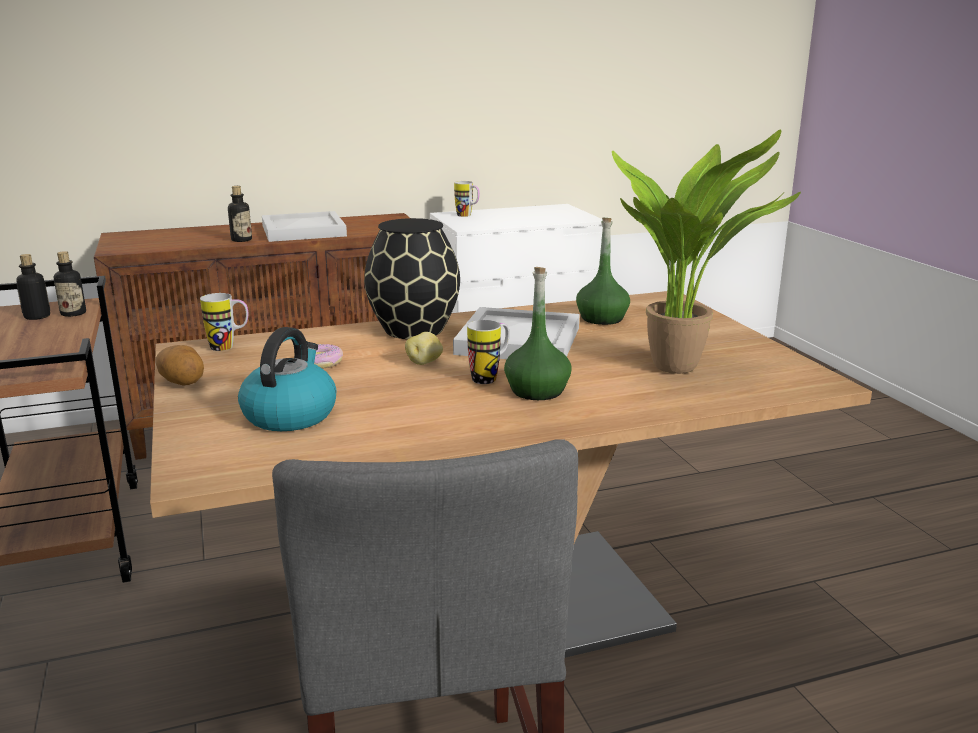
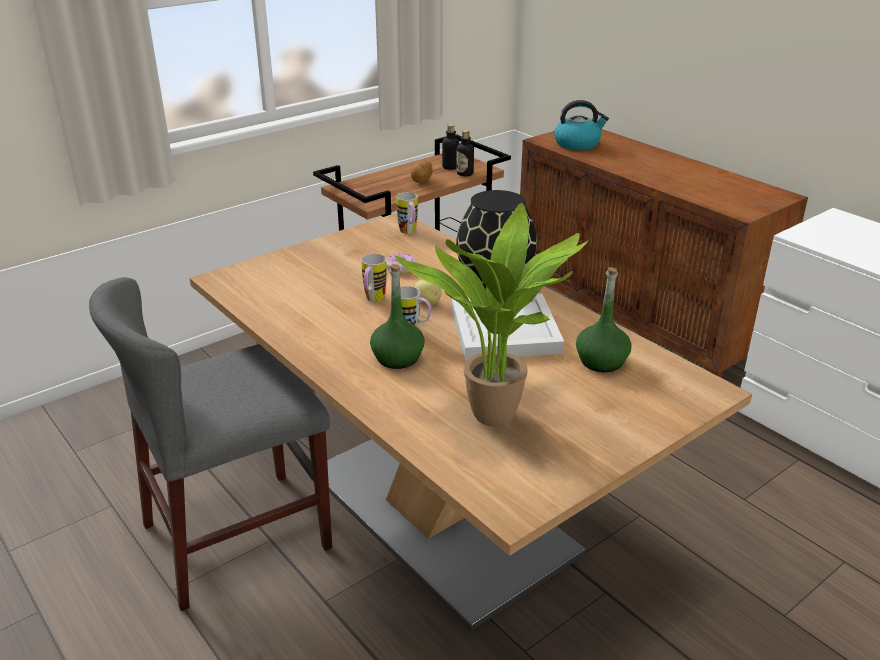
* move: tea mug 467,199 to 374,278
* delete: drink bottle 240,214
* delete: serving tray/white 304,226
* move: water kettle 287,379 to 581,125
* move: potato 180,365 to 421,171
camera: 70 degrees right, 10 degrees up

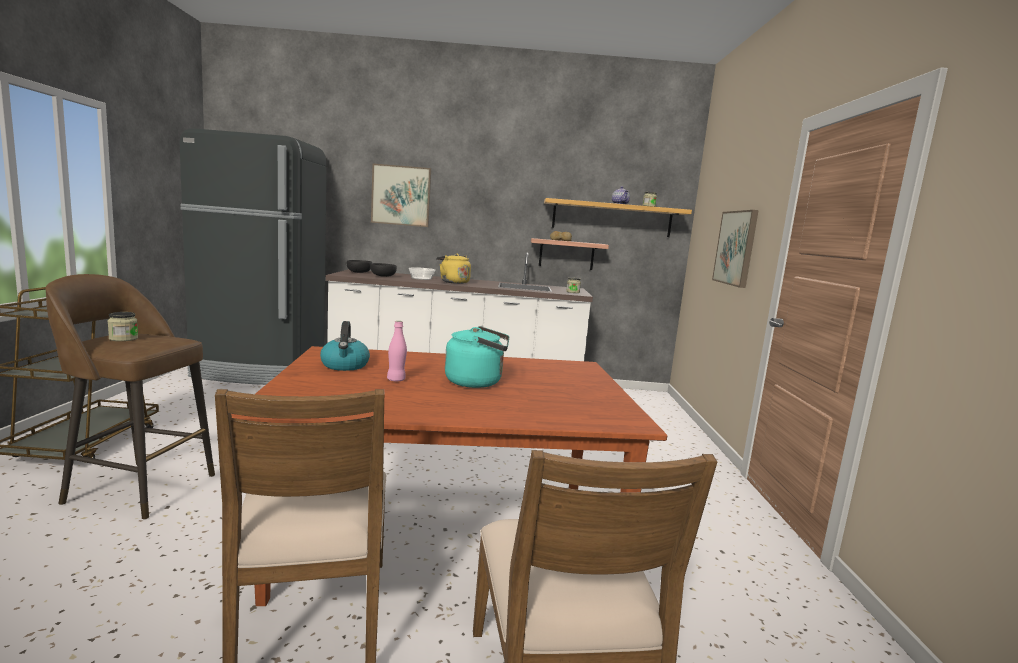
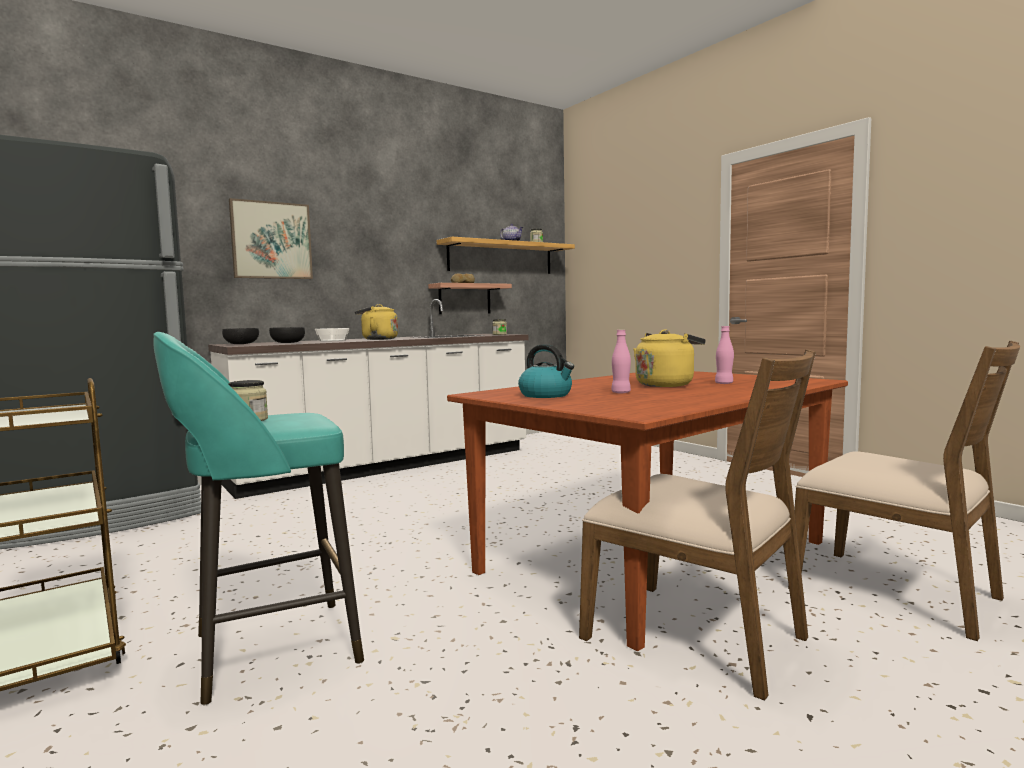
* delete: wall art 735,249
* recolor: stool seat/brown-coloured 130,397 to stool seat/turquoise-coloured 258,518
* recolor: water kettle/turquoise-coloured 477,357 to water kettle/yellow 669,358
* insert: drink bottle/pinkish 724,355
camera: 35 degrees left, 5 degrees down

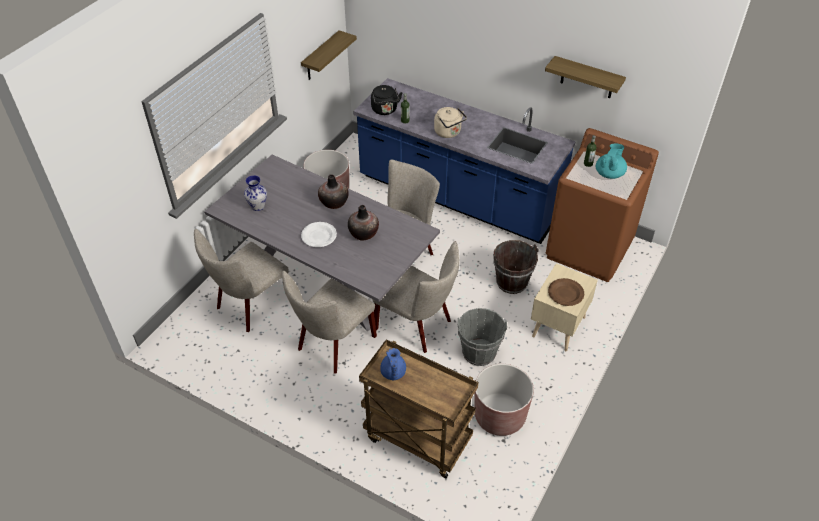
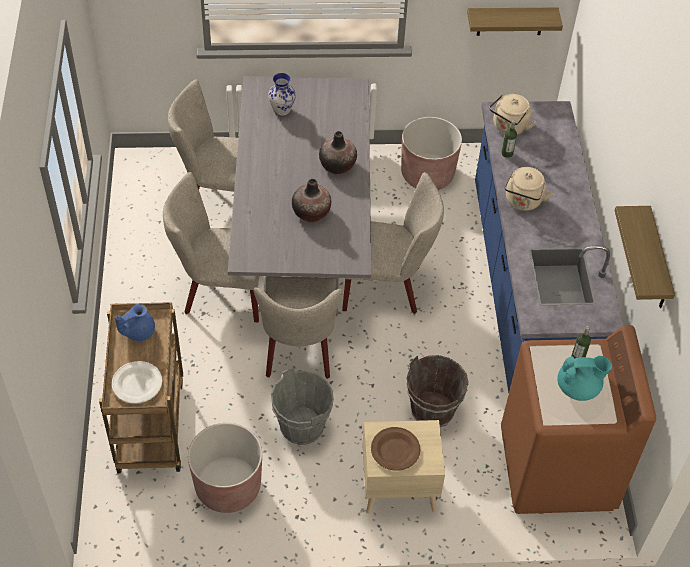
* recolor: water kettle/blackish 386,100 to water kettle/sand-coloured 512,114
* move: flat dish/white 319,234 to 137,382
camera: 55 degrees right, 5 degrees up

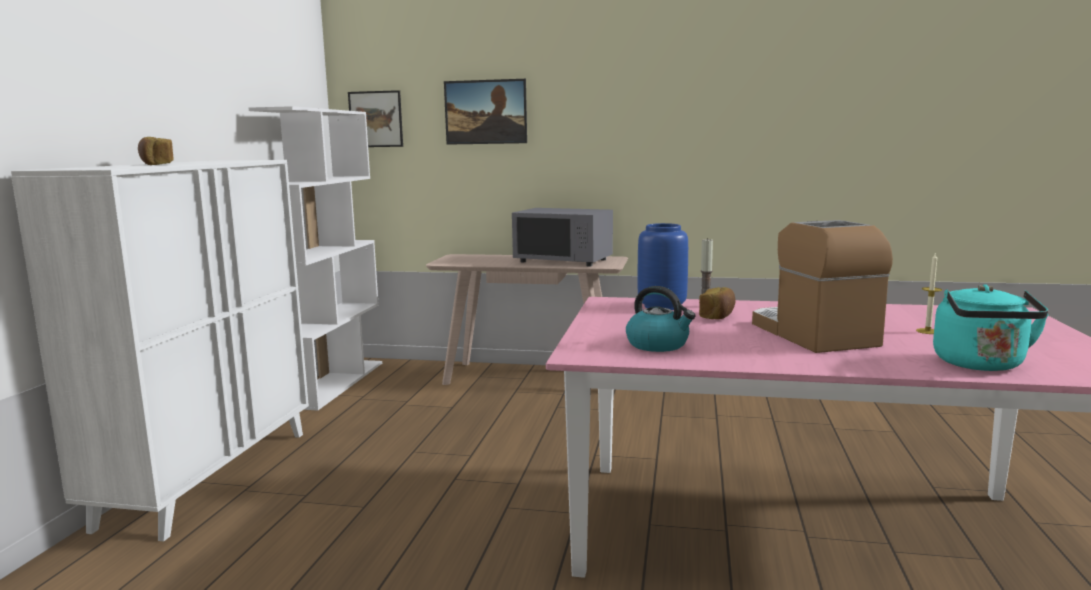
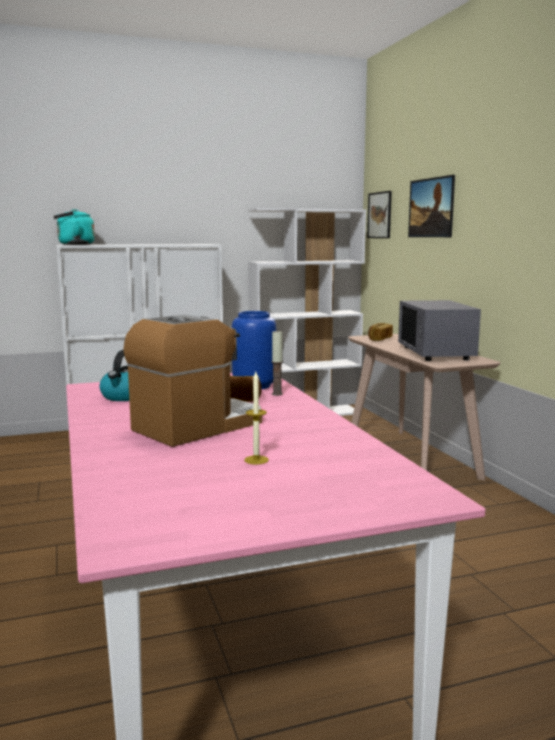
* move: baked bread 155,151 to 380,332
* move: water kettle/turquoise-coloured 990,327 to 74,227
camera: 60 degrees right, 0 degrees up

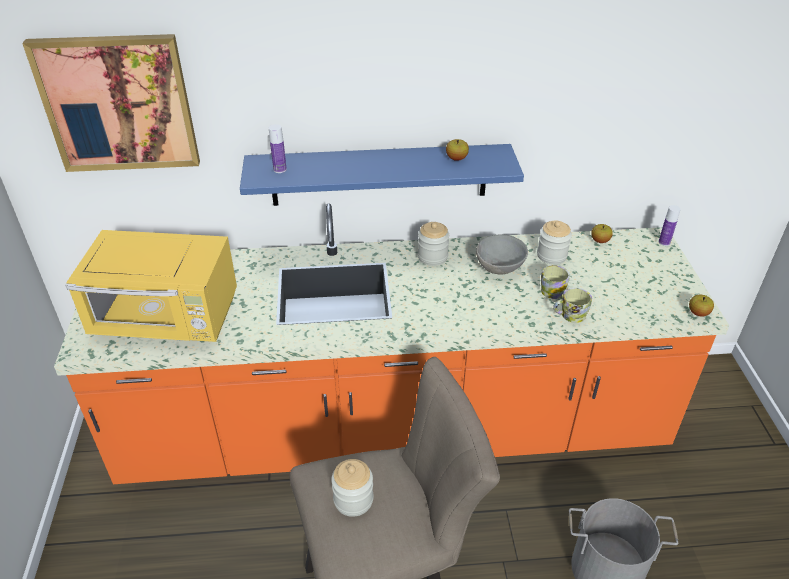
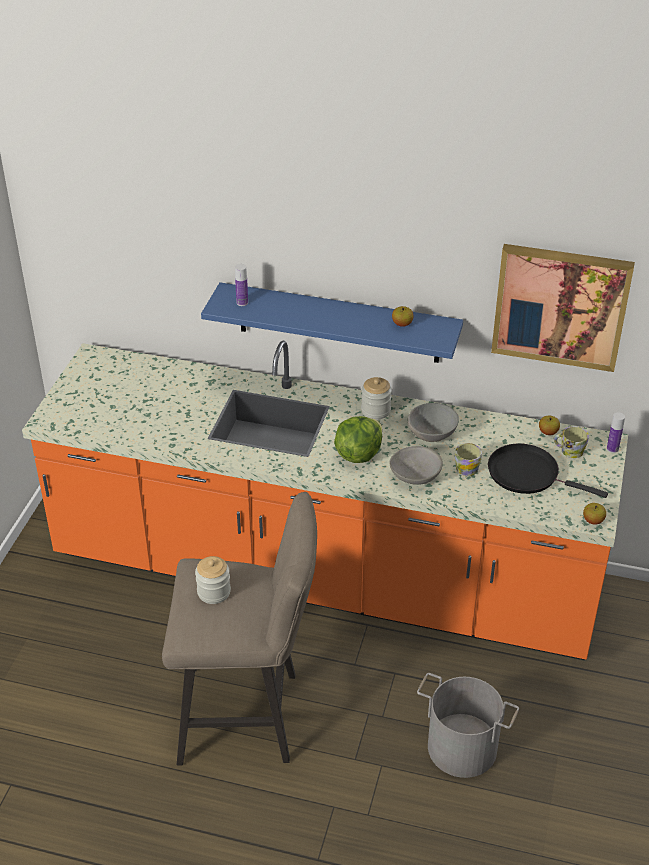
* move: wall art 111,103 to 563,308
* delete: storage jar 554,242
* delete: kitchen microwave/yellow 151,286
* move: tea mug 572,305 to 571,442
* insert: head of lettuce 358,439
* insert: pan/blackish 548,470
* insert: bowl/greyish 416,465
camera: 20 degrees right, 0 degrees up

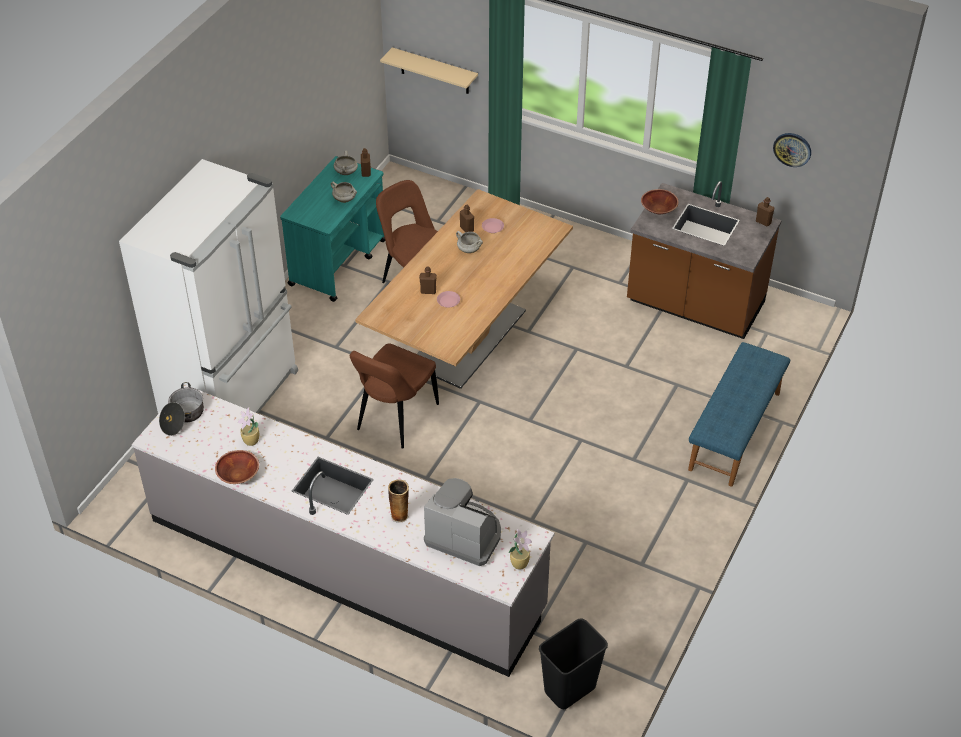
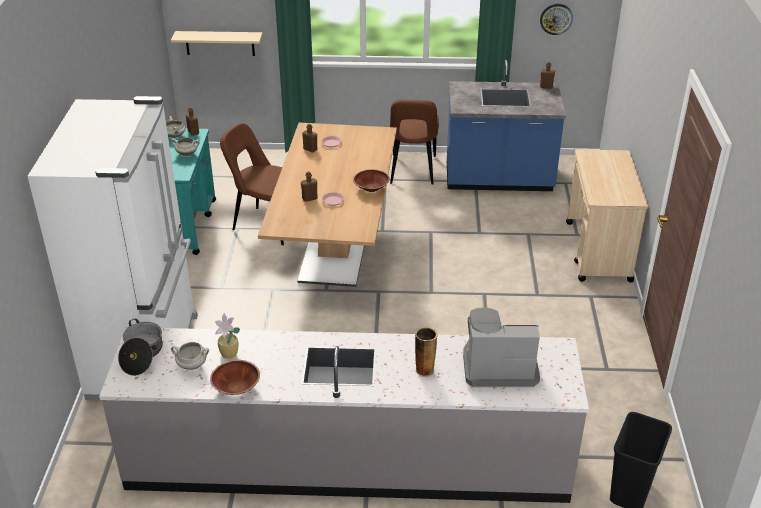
* recolor: counter/brown-coloured 704,260 to counter/blue 506,125
* move: bowl/brown-coloured 660,201 to 371,180
* move: cooking pot/white 469,242 to 190,356
* replace: indoor bench/blue 739,414 to cart/sand-coloured 607,215
* move: plain chair/brown-coloured 394,396 to 414,141
* delete: houseplant 520,549
camera: 25 degrees left, 10 degrees down

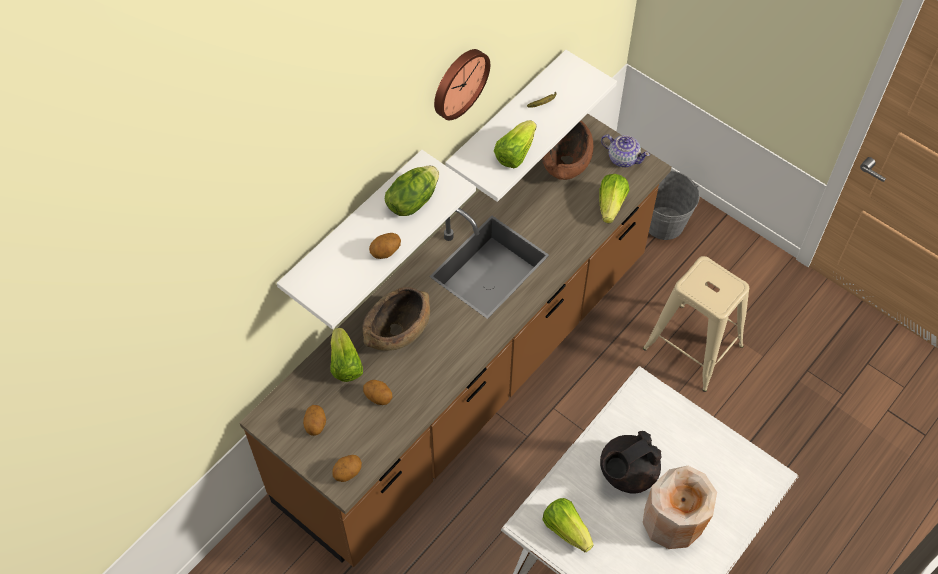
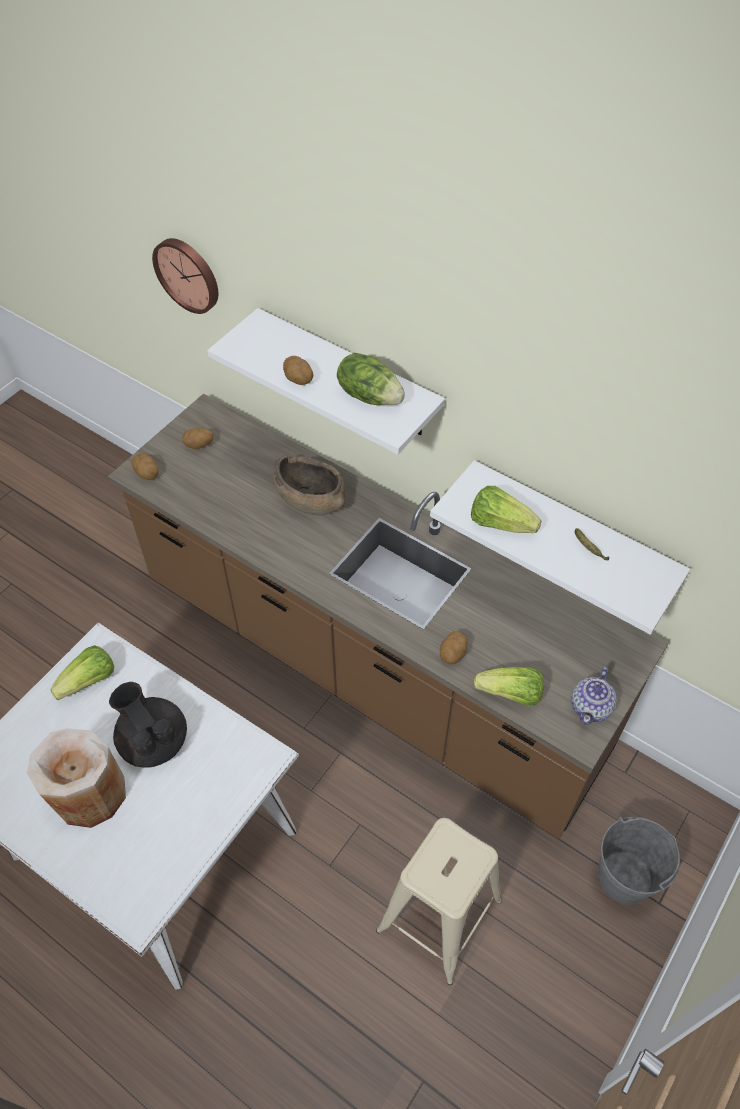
* move: wall clock 462,84 to 185,276
* delete: bowl/brown-coloured 567,150
* delete: head of lettuce 346,355
* move: potato 377,392 to 454,647
camera: 85 degrees right, 5 degrees down

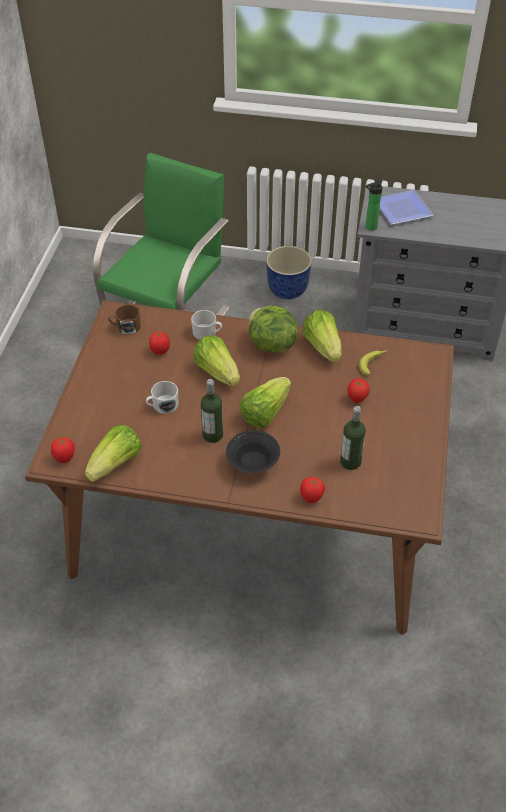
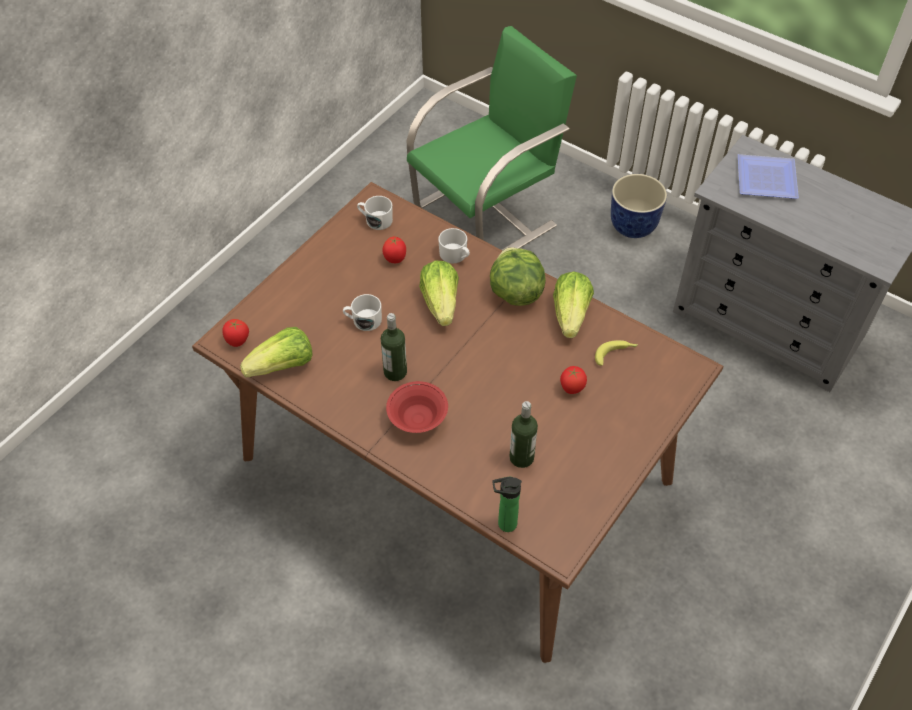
* move: drink bottle 373,206 to 507,504
* recolor: tea mug/brown-coloured 124,320 to tea mug/white 375,213
* delete: head of lettuce 265,402
* recolor: bowl/blackish 253,451 to bowl/red-coloured 417,407
* delete: tomato 312,490
camera: 25 degrees right, 5 degrees up

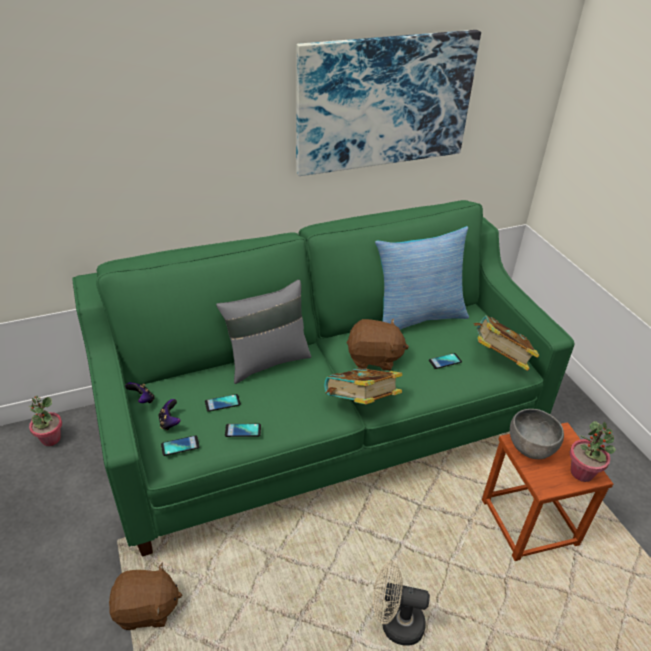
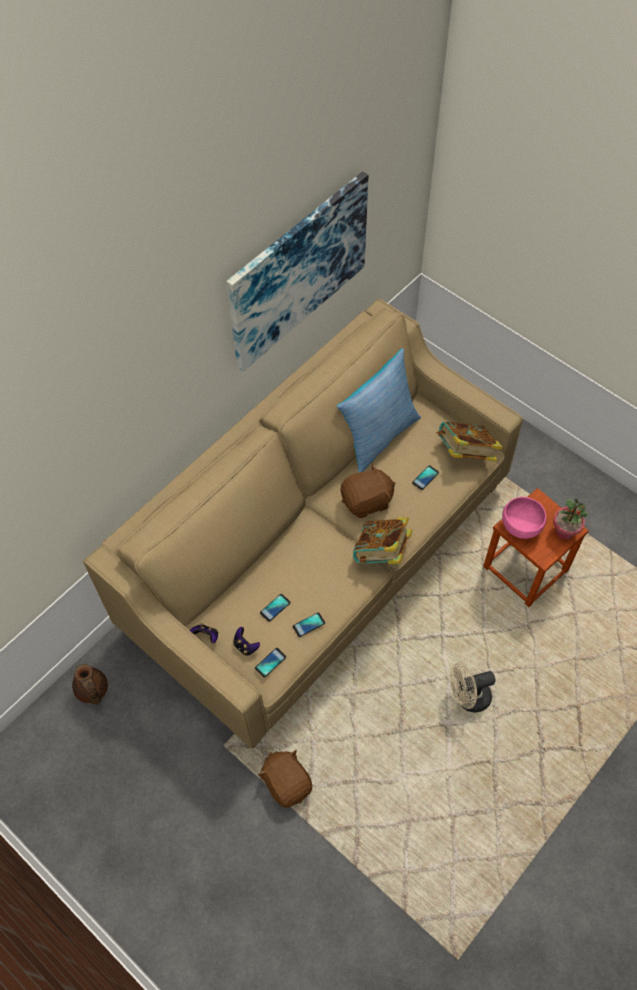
* recolor: settee/green 323,378 to settee/sand-coloured 303,524
* delete: cushion/greyish 263,332
* replace: houseplant 45,421 to teapot/brown-coloured 90,684
* recolor: bowl/greyish 537,434 to bowl/pinkish 524,518
* rotate: cuddly toy/brown-coloured 145,596 = 285,779 90 degrees counterclockwise
camera: 25 degrees left, 20 degrees up

